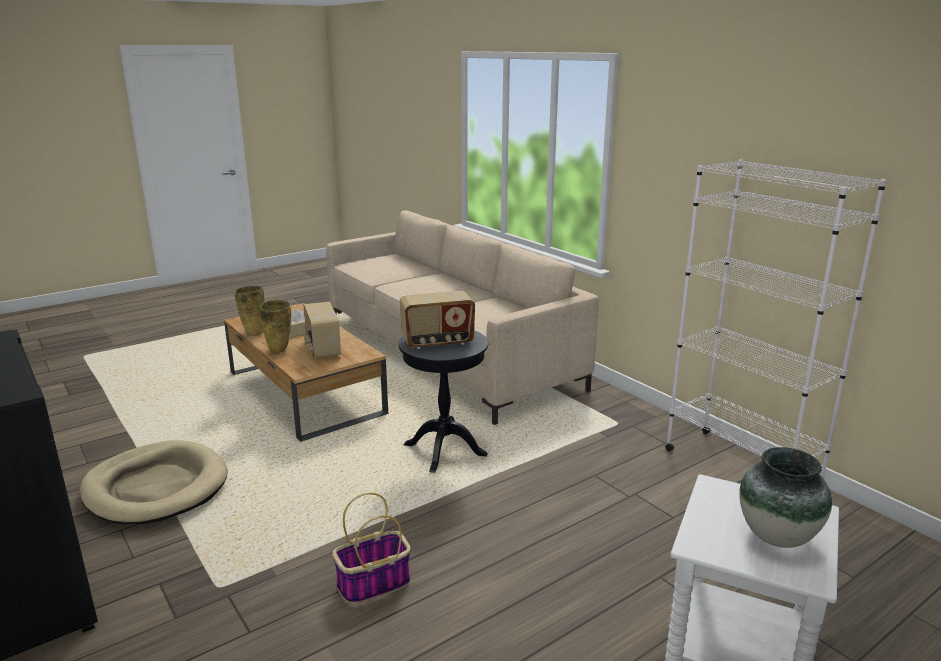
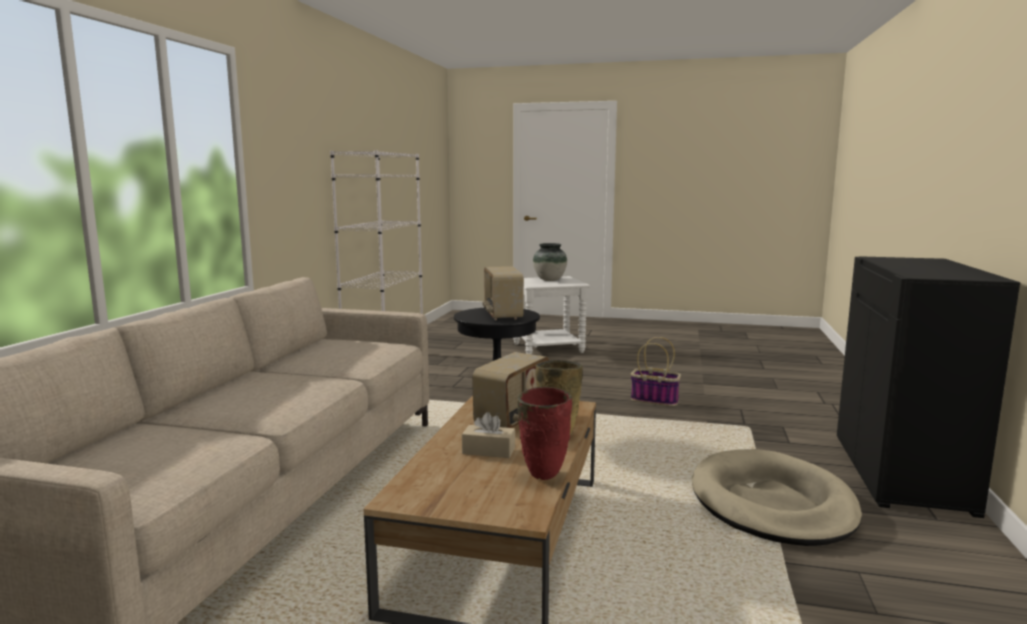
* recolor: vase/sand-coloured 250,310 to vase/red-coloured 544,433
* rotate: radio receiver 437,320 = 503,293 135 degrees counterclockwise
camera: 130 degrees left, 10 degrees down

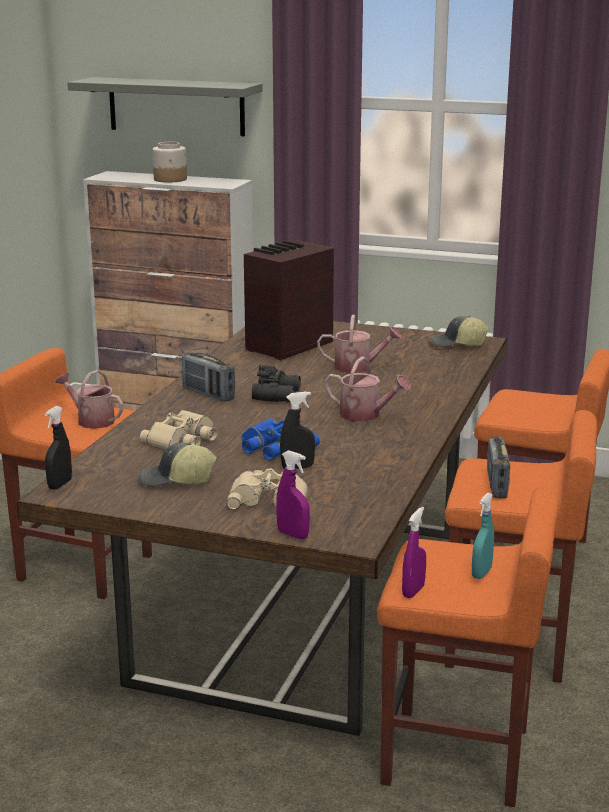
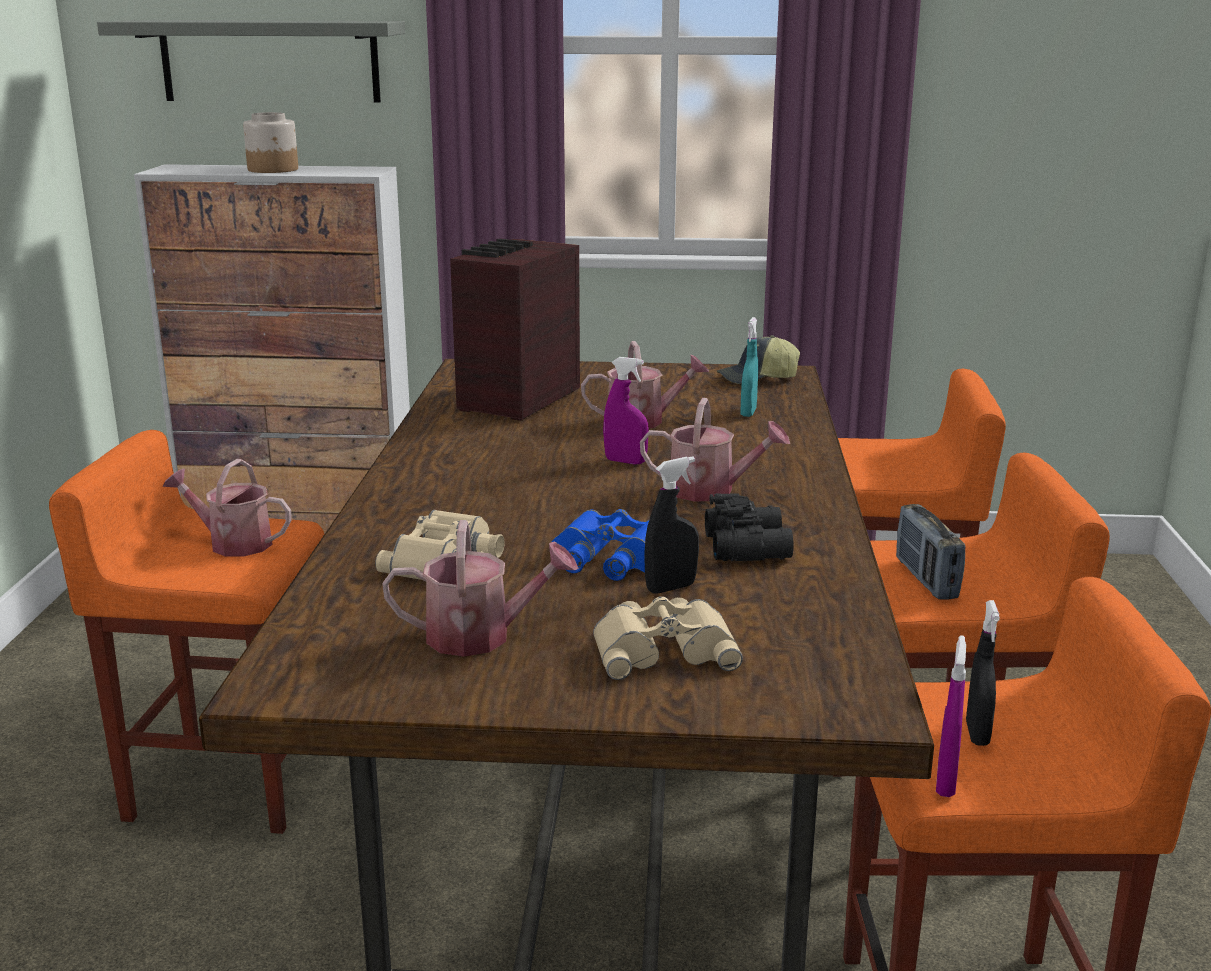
* delete: radio receiver 208,377
* move: binoculars/blackish 276,383 to 749,527
* move: hand sprayer/blackish 58,448 to 983,673
* replace: baseball cap 177,464 to sprinkling can 480,588
* move: hand sprayer/purplish 293,494 to 626,410
* move: hand sprayer/turquoise-coloured 483,536 to 749,367
camera: 15 degrees left, 0 degrees up

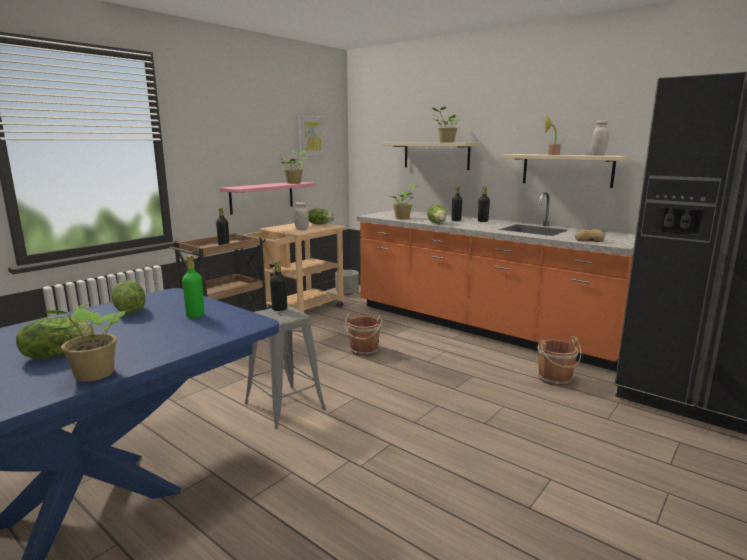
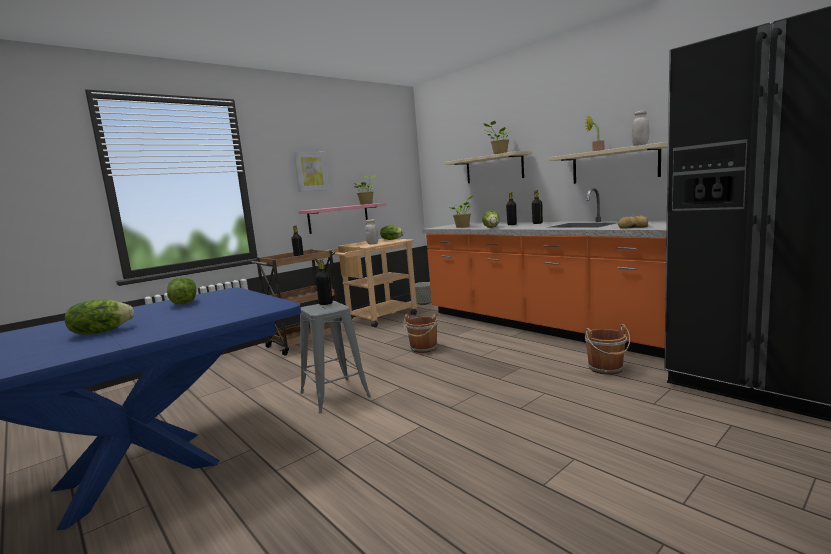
* move: wall art 312,136 to 311,172
* delete: drink bottle/green 193,286
* delete: houseplant 81,342
camera: 10 degrees right, 5 degrees down

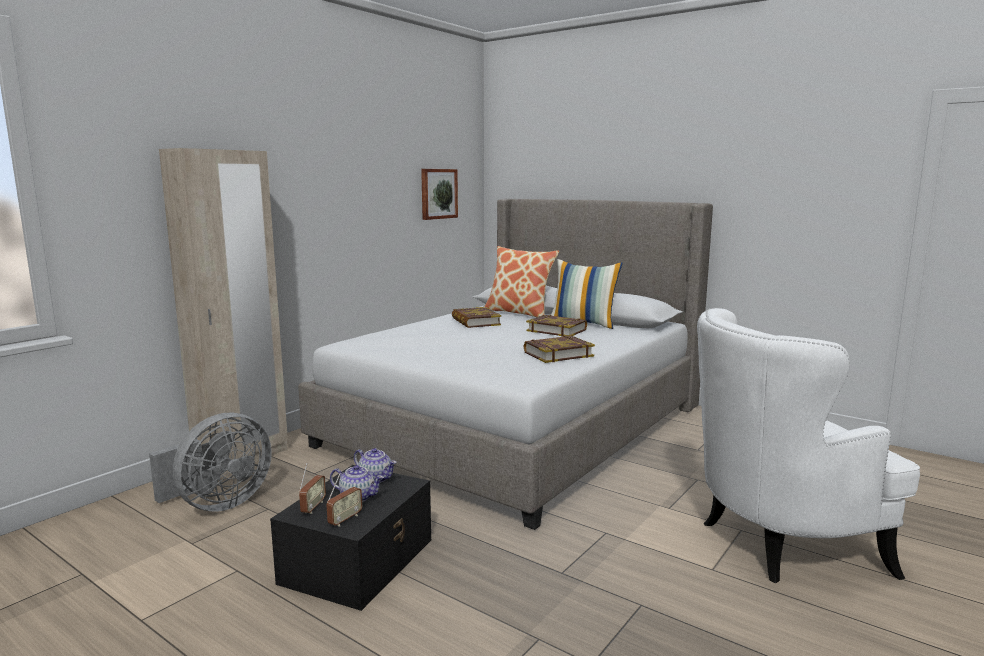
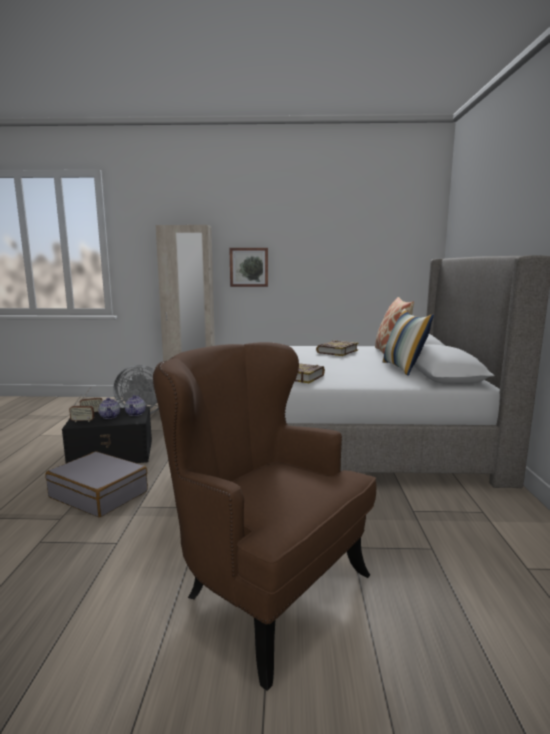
* move: wall art 439,194 to 248,267
* recolor: easy chair/white 808,445 to easy chair/brown-coloured 265,516
* delete: book 556,326
* insert: piece of luggage/greyish 97,484
camera: 55 degrees right, 0 degrees up

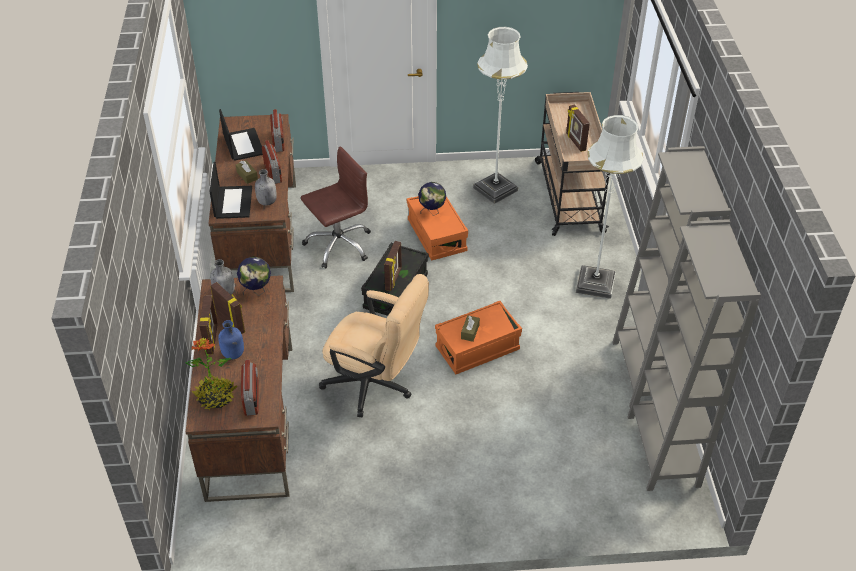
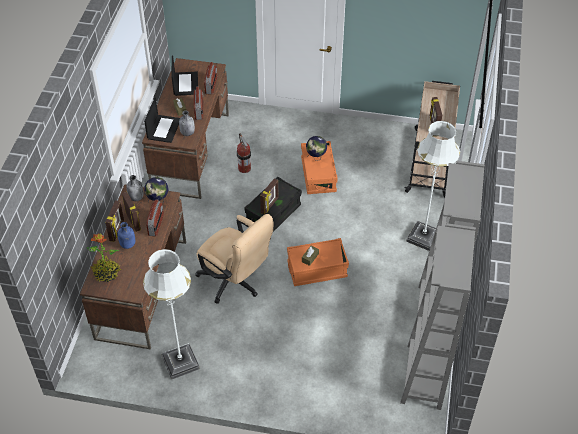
* move: standing lamp/white 500,115 to 171,314
* replace: office chair/brown-coloured 336,207 to extinguisher 244,153
* move: radio receiver 249,387 to 155,218
camera: 15 degrees right, 5 degrees up

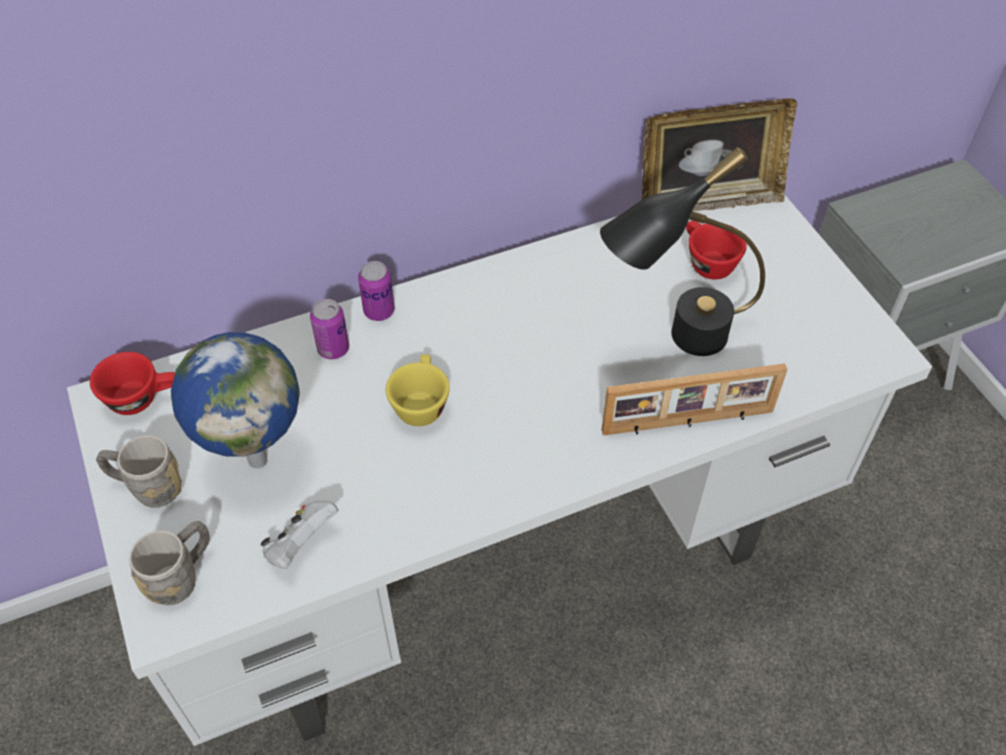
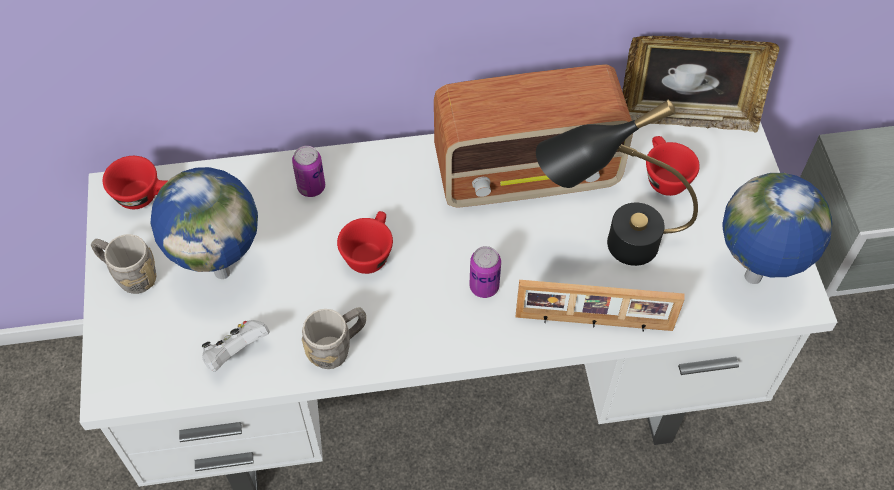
* move: metal can 376,291 to 485,272
* recolor: drinking cup/yellow 418,390 to drinking cup/red-coloured 365,242
* move: tea mug/greyish 169,563 to 334,338
* insert: radio receiver 533,136
* insert: desk globe 777,228
camera: 15 degrees right, 5 degrees up

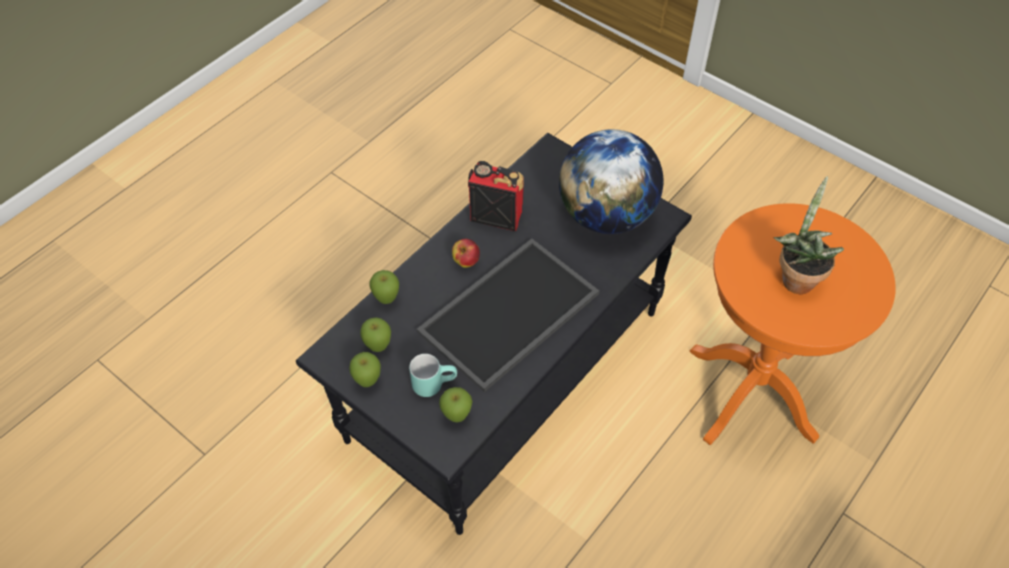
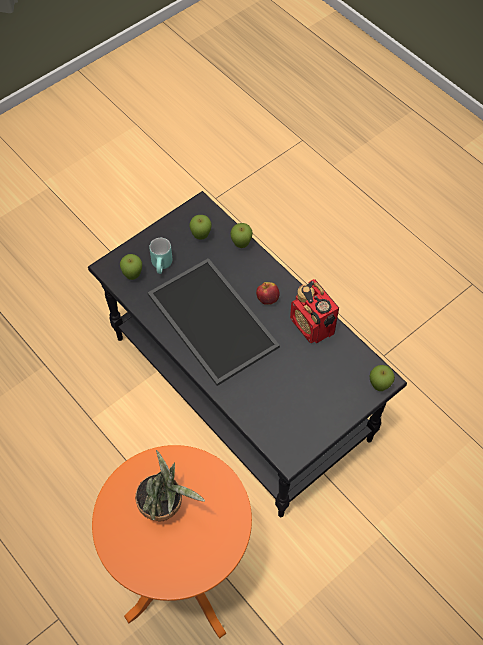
* delete: desk globe 611,181
* rotate: radio receiver 496,196 = 314,311 120 degrees clockwise
* move: apple 365,369 to 382,378
camera: 100 degrees right, 5 degrees up

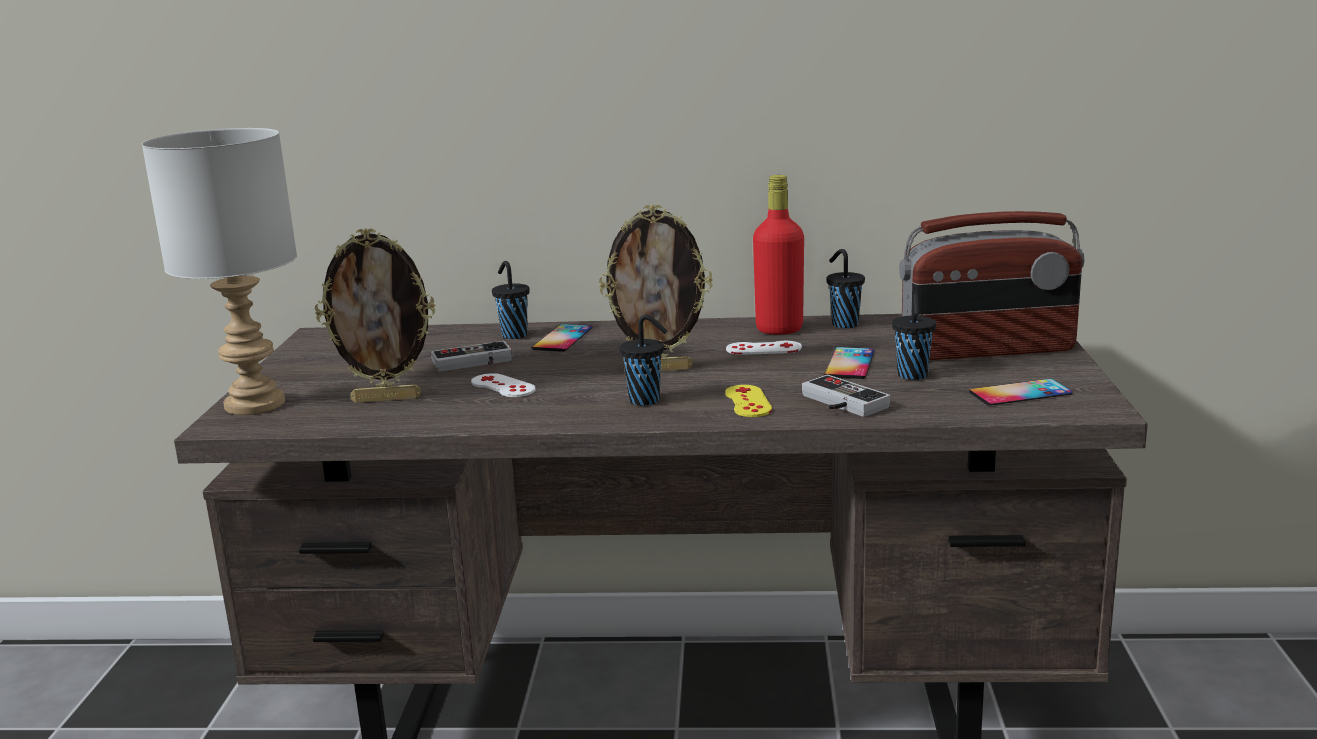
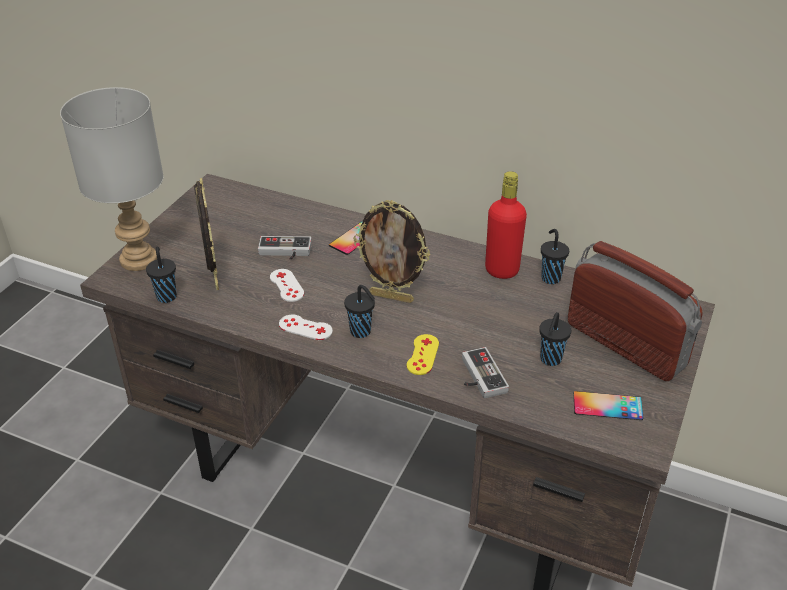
* rotate: radio receiver 992,285 = 635,311 150 degrees counterclockwise
* rotate: standing frame 375,315 = 206,234 120 degrees counterclockwise
* move: drinking cup/blackish 511,300 to 161,274
* move: game controller/white 764,348 to 306,327
* delete: handset 849,363
camera: 20 degrees right, 20 degrees up

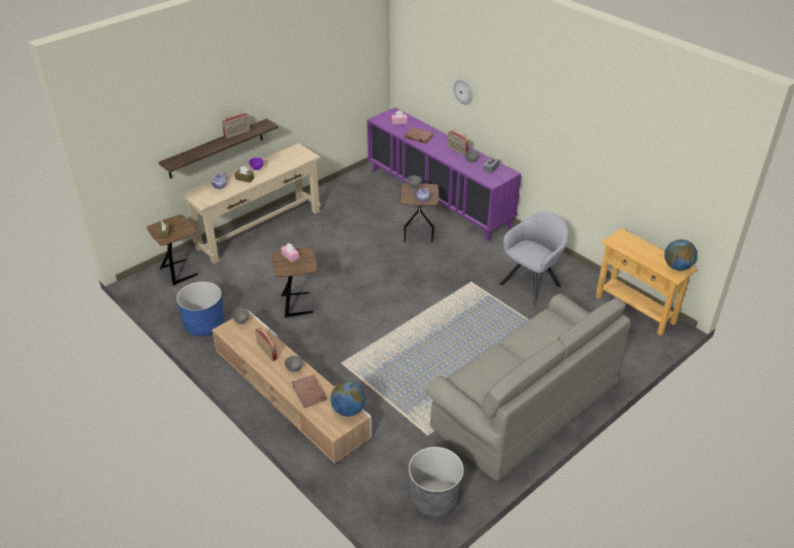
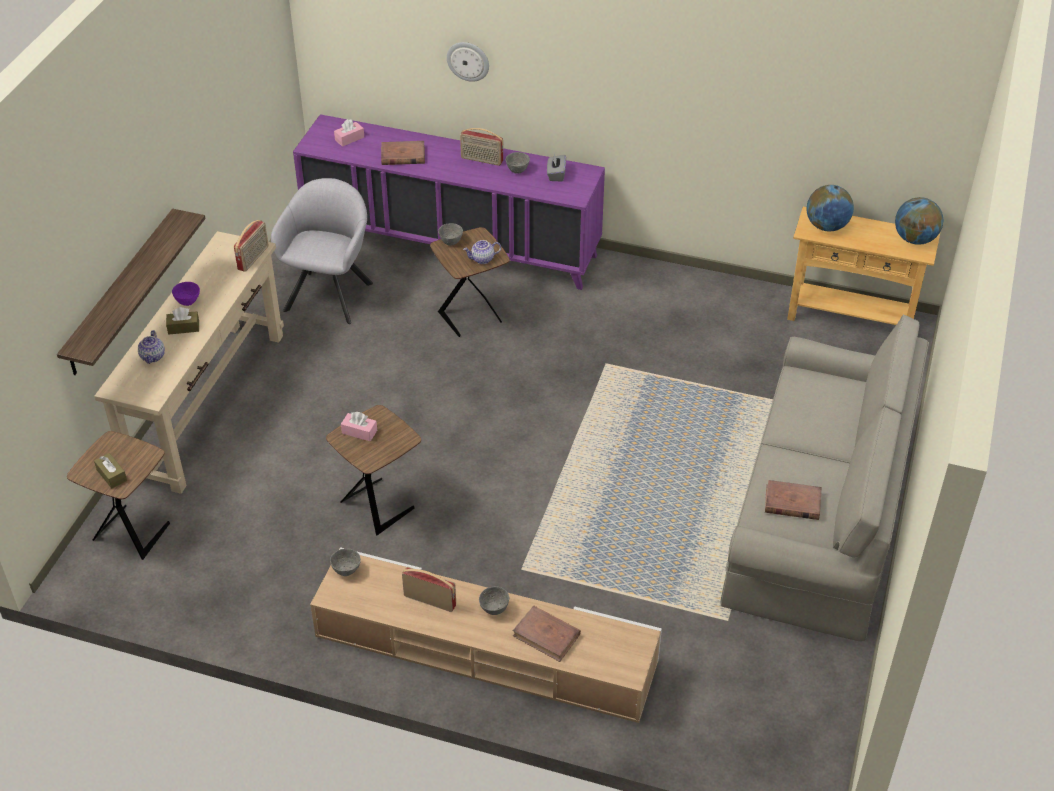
* move: radio receiver 236,125 to 251,246
* move: easy chair/greyish 534,258 to 322,251
* delete: plant pot/blue 200,309
* move: desk globe 347,398 to 830,208
* delete: plant pot/greyish 436,482
* insert: book/brown-coloured 793,500
camera: 30 degrees left, 5 degrees up

